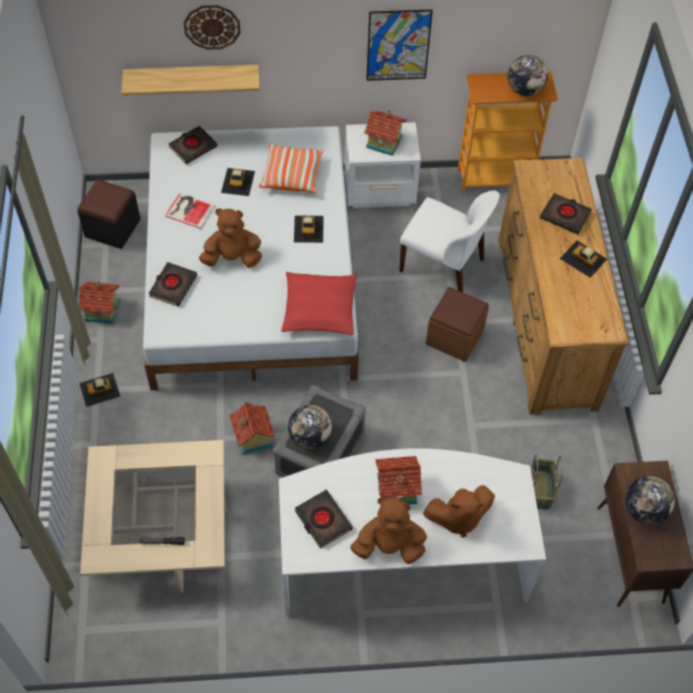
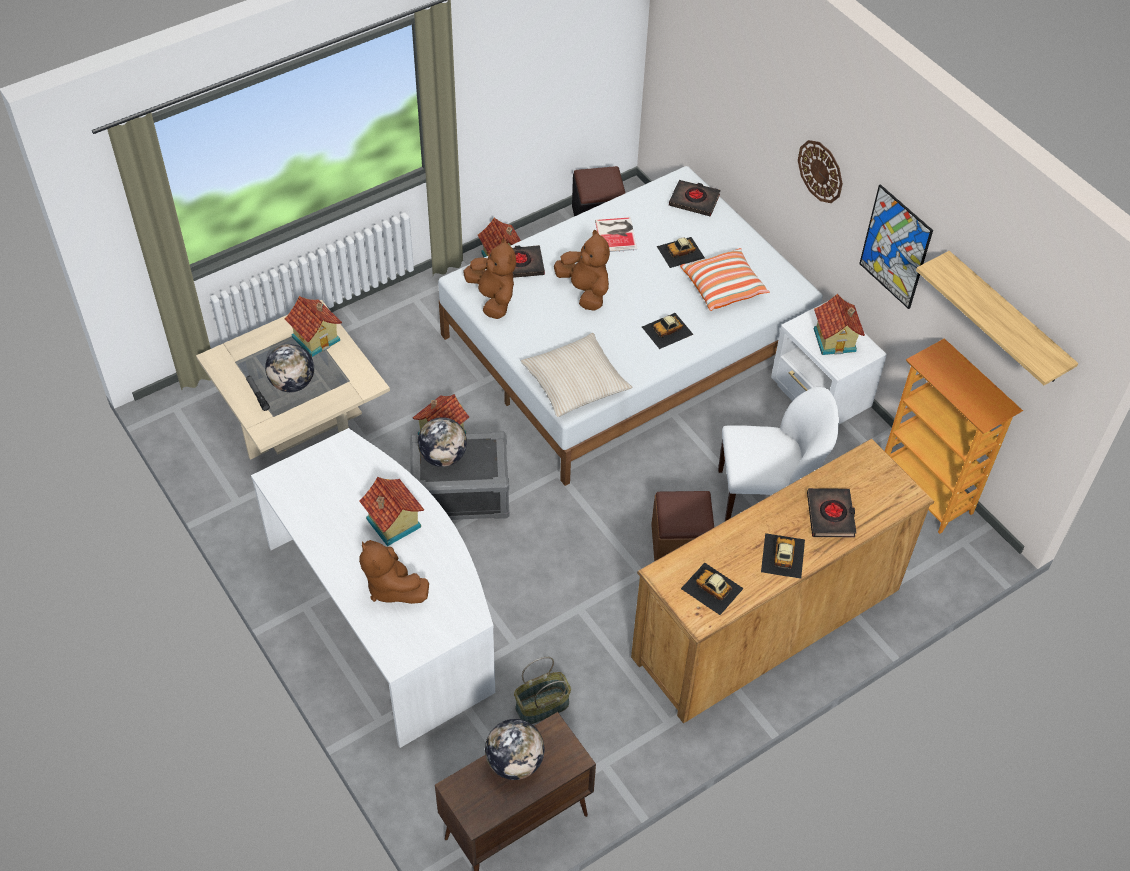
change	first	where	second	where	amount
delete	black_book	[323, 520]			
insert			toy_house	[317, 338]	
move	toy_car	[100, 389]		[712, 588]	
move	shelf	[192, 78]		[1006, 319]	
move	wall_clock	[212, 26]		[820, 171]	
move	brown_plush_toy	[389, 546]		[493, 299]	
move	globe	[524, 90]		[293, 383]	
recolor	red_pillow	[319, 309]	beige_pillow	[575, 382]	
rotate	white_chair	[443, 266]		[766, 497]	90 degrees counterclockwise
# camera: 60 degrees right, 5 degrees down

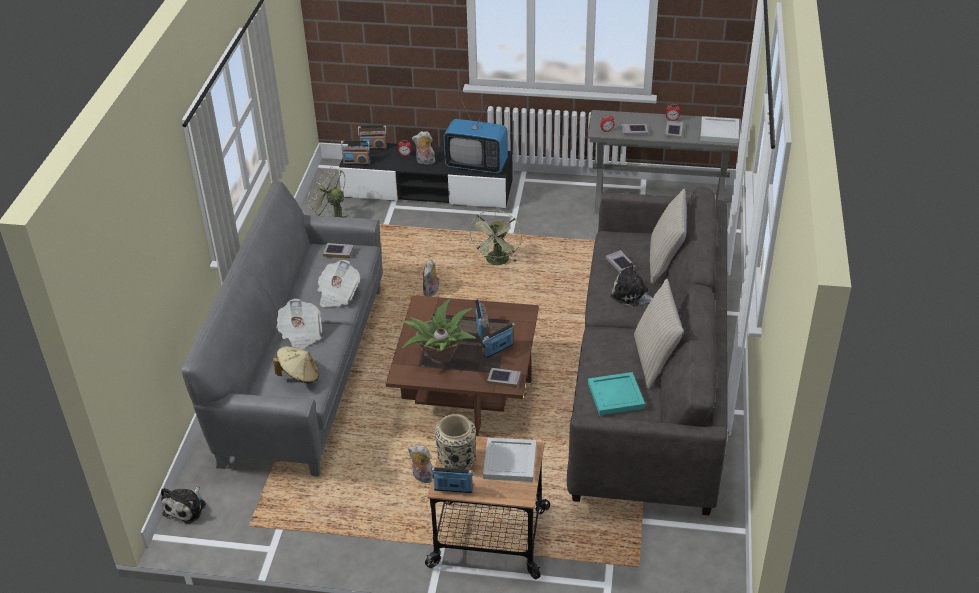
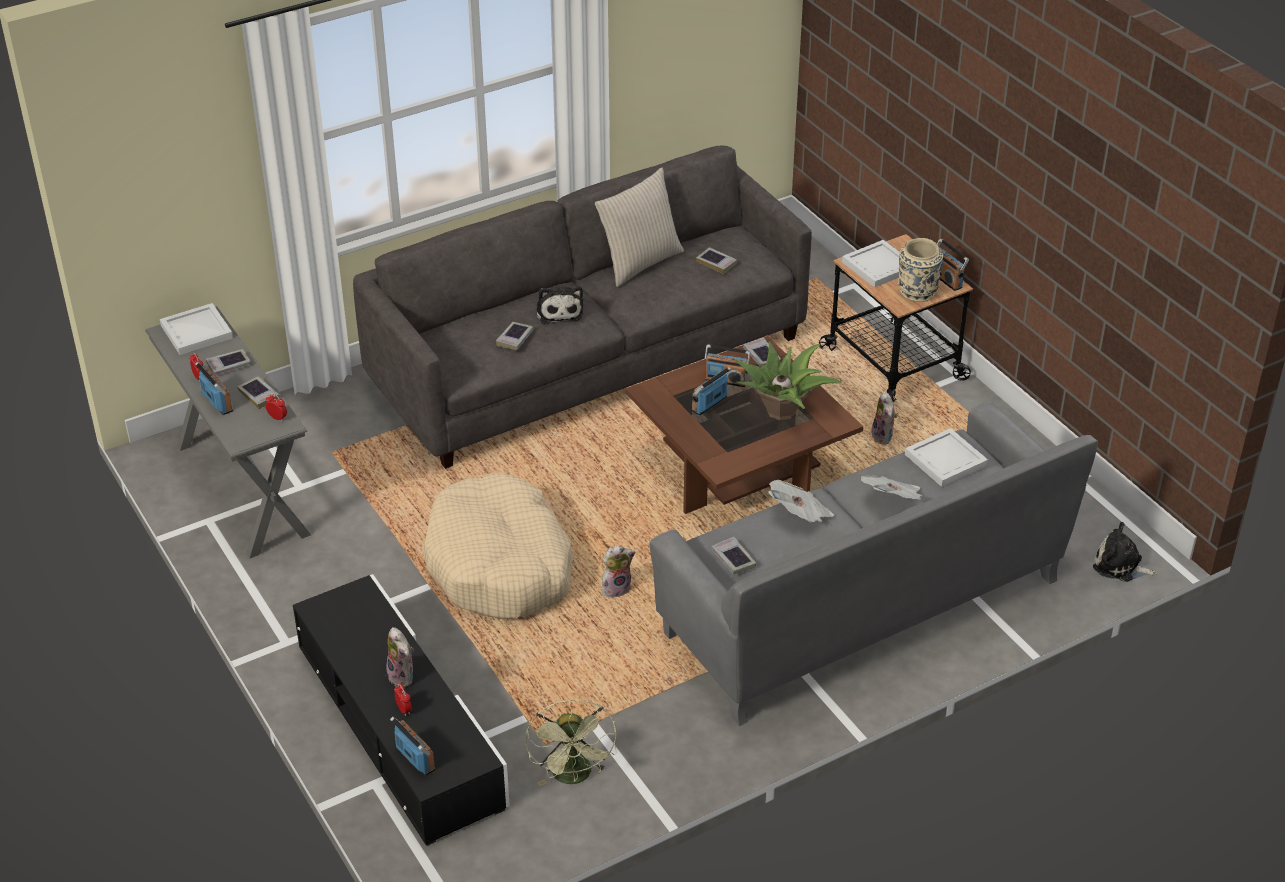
change	first	where	second	where	amount
delete	television	[476, 165]			
delete	beige_pillow	[665, 262]			
move	radio	[356, 162]		[217, 402]	
replace	beige_hat	[299, 375]	white_tray	[945, 461]	
replace	green_fan	[497, 262]	beige_dog_bed	[500, 565]	
replace	turquoise_tray	[615, 395]	book	[716, 263]	
rotate	plush_toy	[186, 507]		[1120, 565]	135 degrees counterclockwise
# camera: 130 degrees left, 0 degrees up

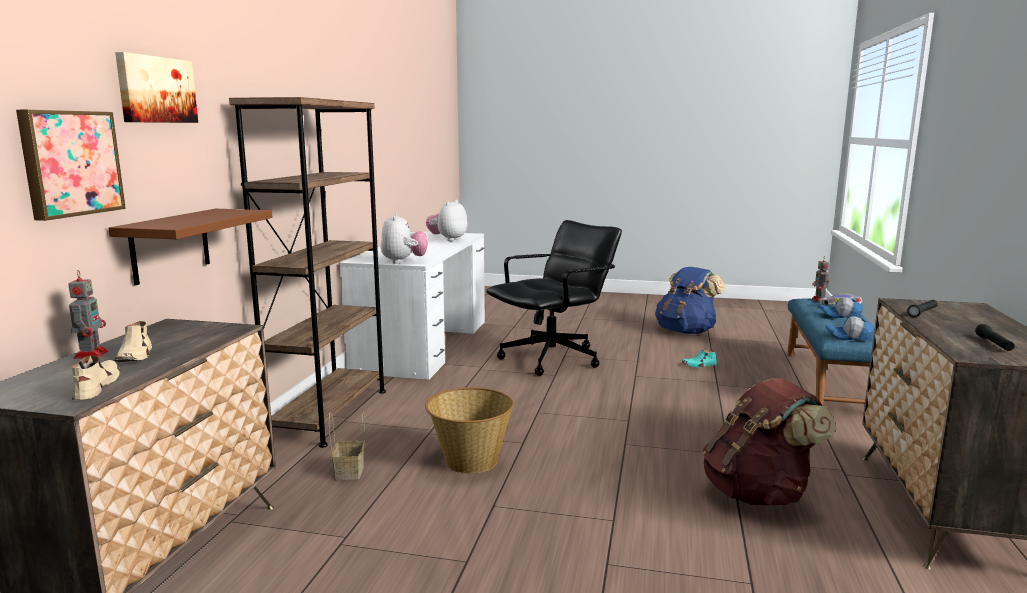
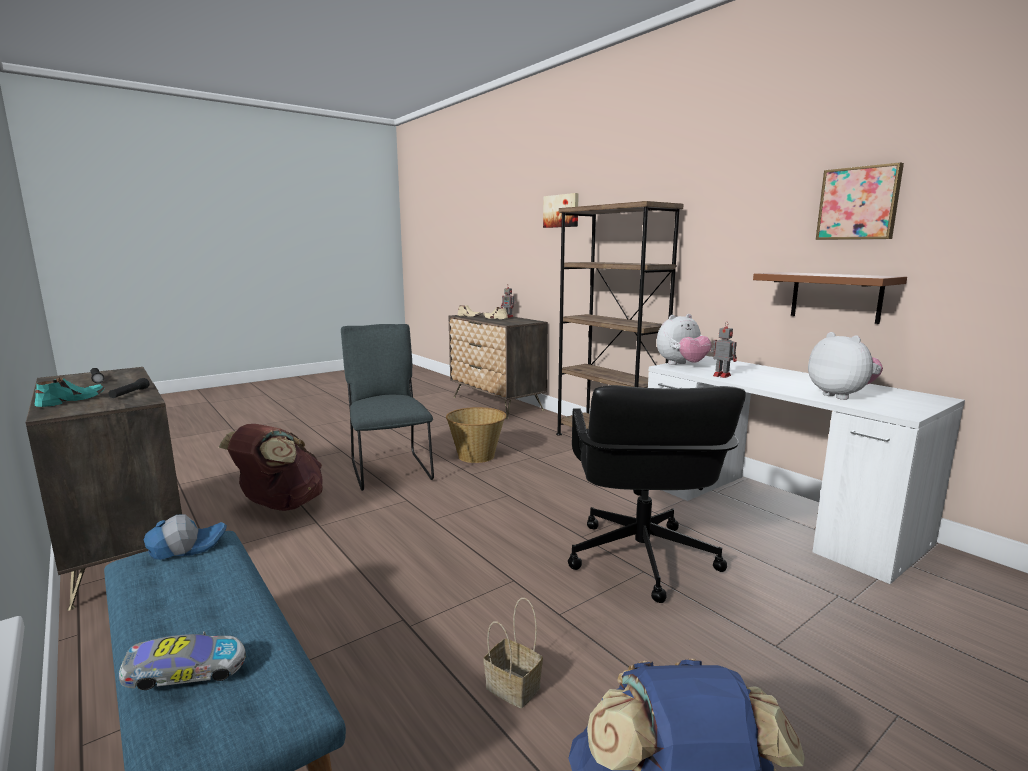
change	first	where	second	where	amount
delete	cap	[840, 315]			
insert			grey_chair	[389, 469]	
move	picture	[70, 163]		[859, 203]	
move	brown_shelf	[170, 245]		[835, 297]	
move	basket	[349, 472]		[511, 687]	
move	turquoise_shoe	[699, 365]		[71, 401]	
move	toy_robot	[820, 300]		[721, 375]	
rotate	plush_toy	[404, 261]		[681, 365]	60 degrees counterclockwise
# camera: 130 degrees right, 0 degrees up

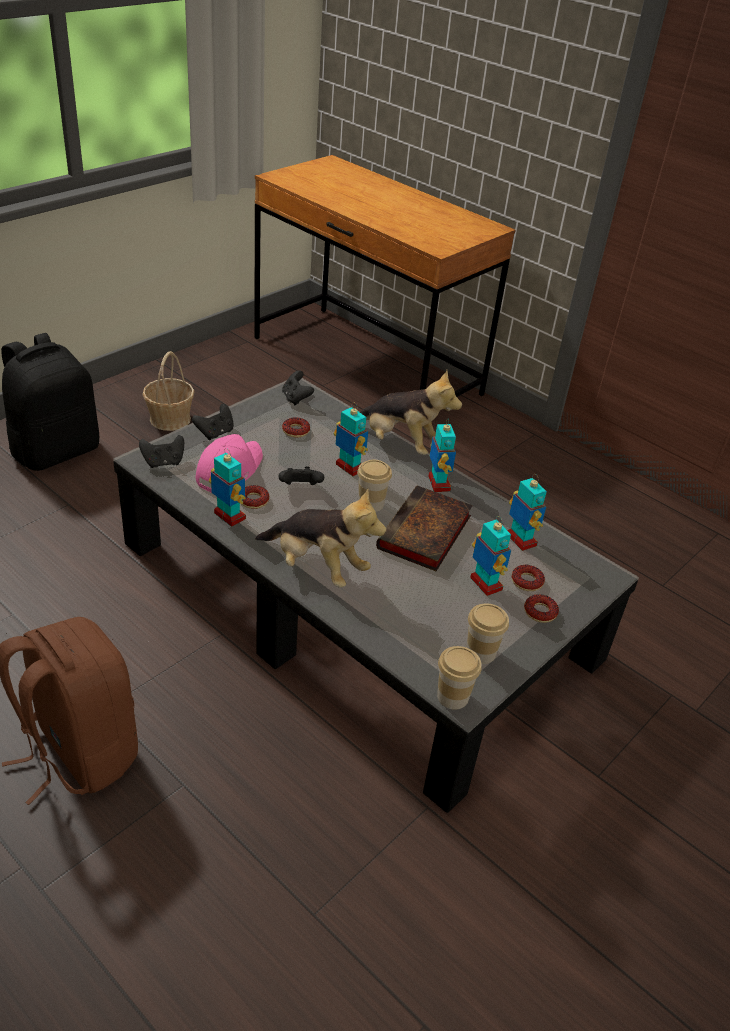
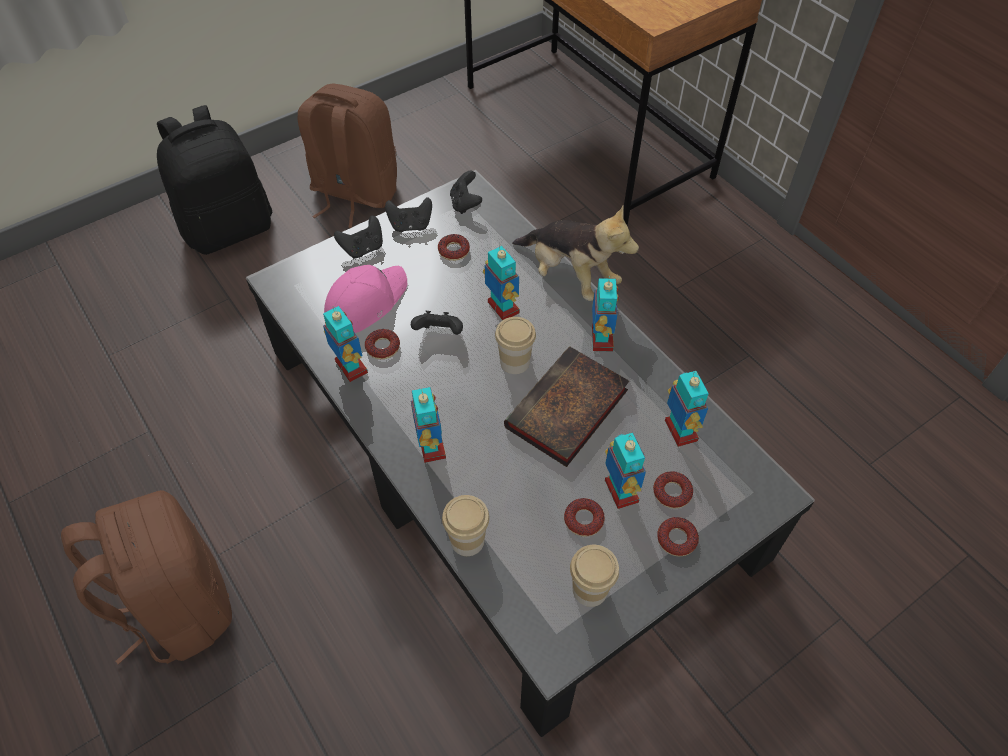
change	first	where	second	where	amount
insert			donut	[583, 520]	
move	black_game_controller	[163, 462]		[410, 225]	
move	cup	[452, 696]		[467, 540]	
replace	basket	[169, 419]	brown_backpack	[354, 194]	
replace	plush_toy	[317, 566]	toy_robot	[431, 447]	
# camera: 15 degrees right, 15 degrees up

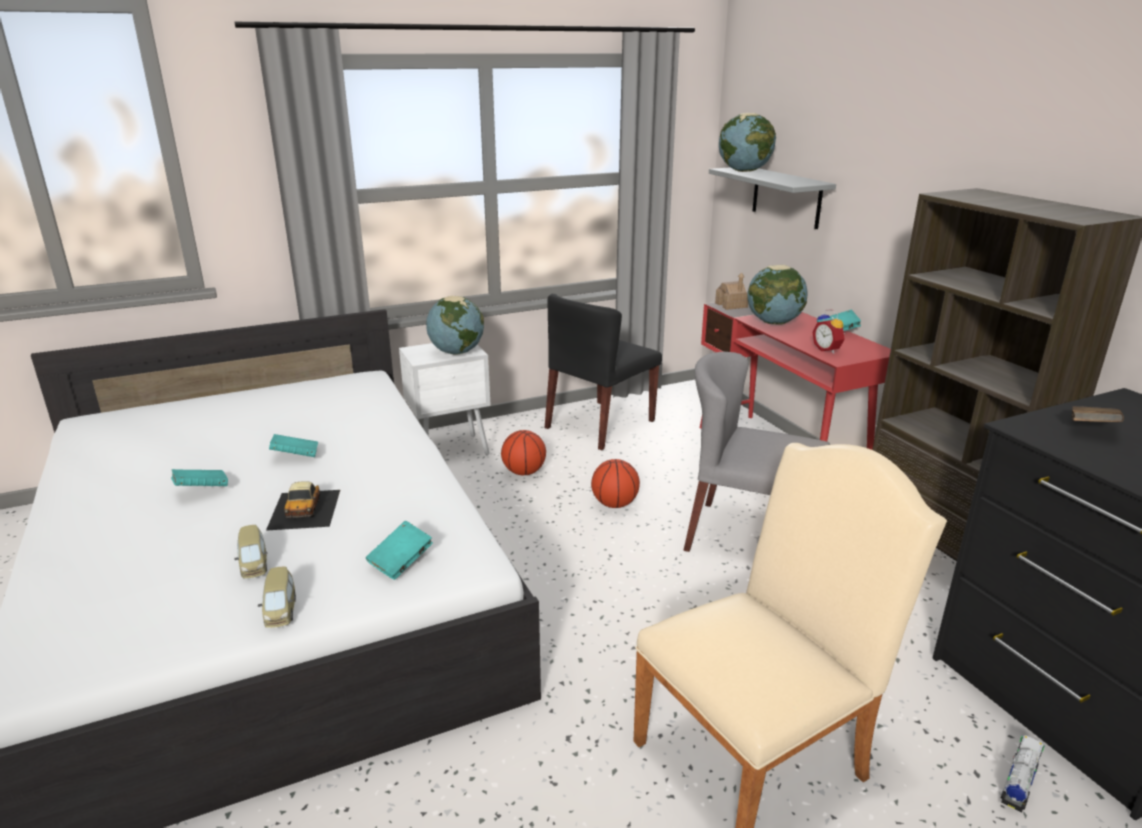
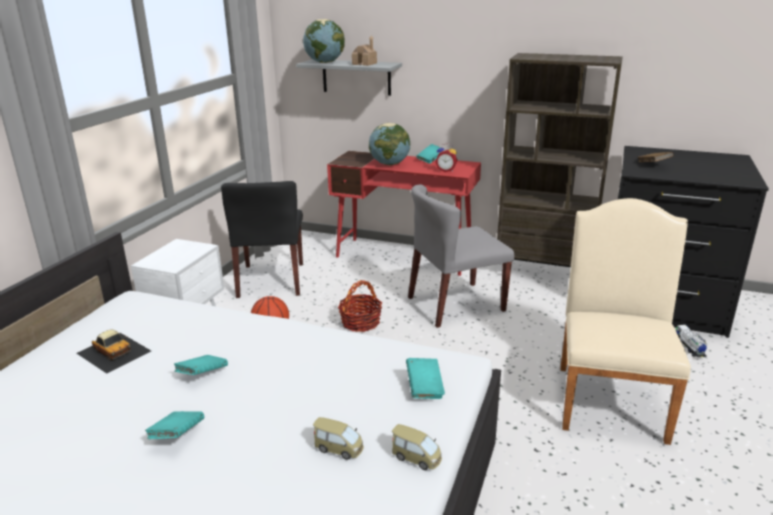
change	first	where	second	where	amount
delete	globe	[456, 352]			
move	toy_car	[305, 509]		[114, 351]	
move	toy_house	[731, 305]		[364, 64]	
replace	basketball	[614, 504]	basket	[360, 322]	
# camera: 45 degrees left, 0 degrees up

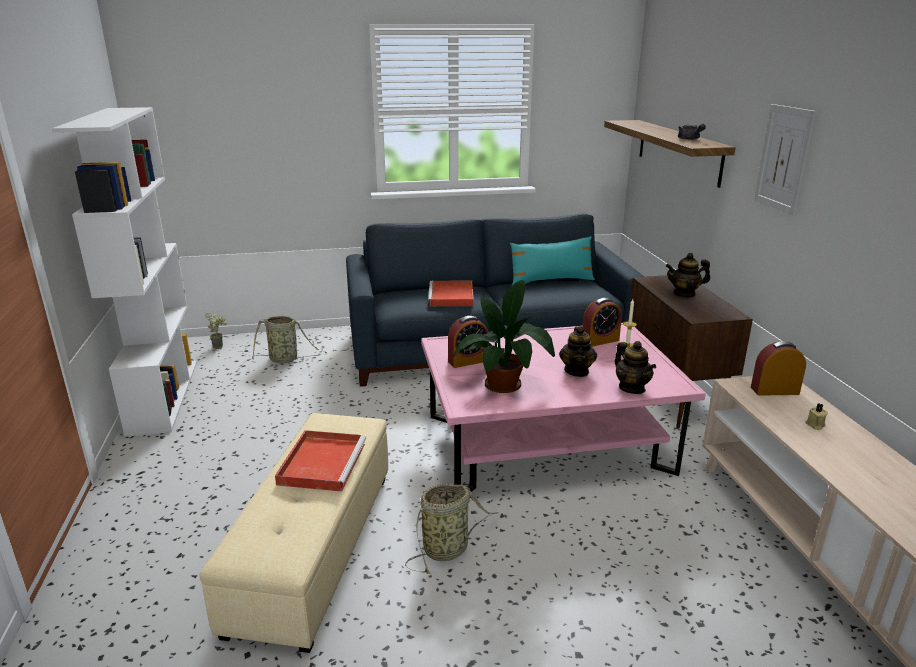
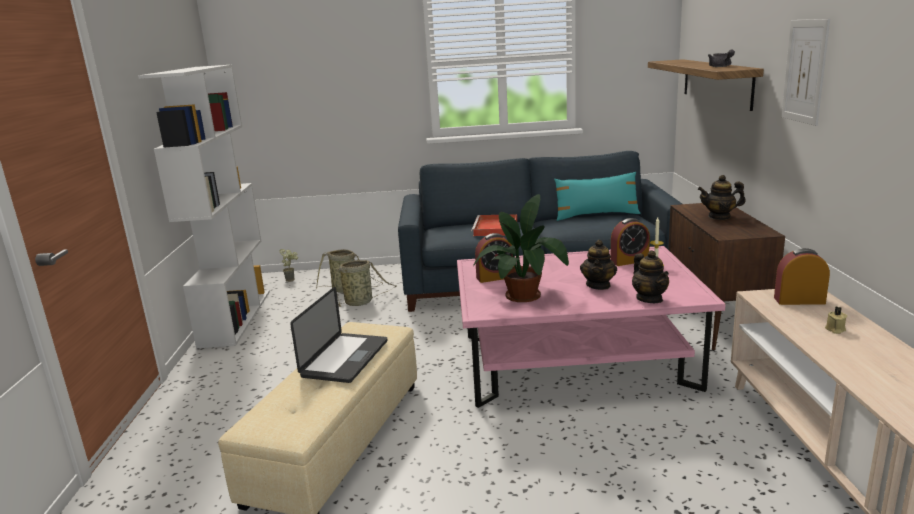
change	first	where	second	where	amount
move	basket	[448, 549]		[361, 302]	
replace	red_tray	[322, 462]	laptop	[345, 359]	
# camera: 10 degrees right, 5 degrees down

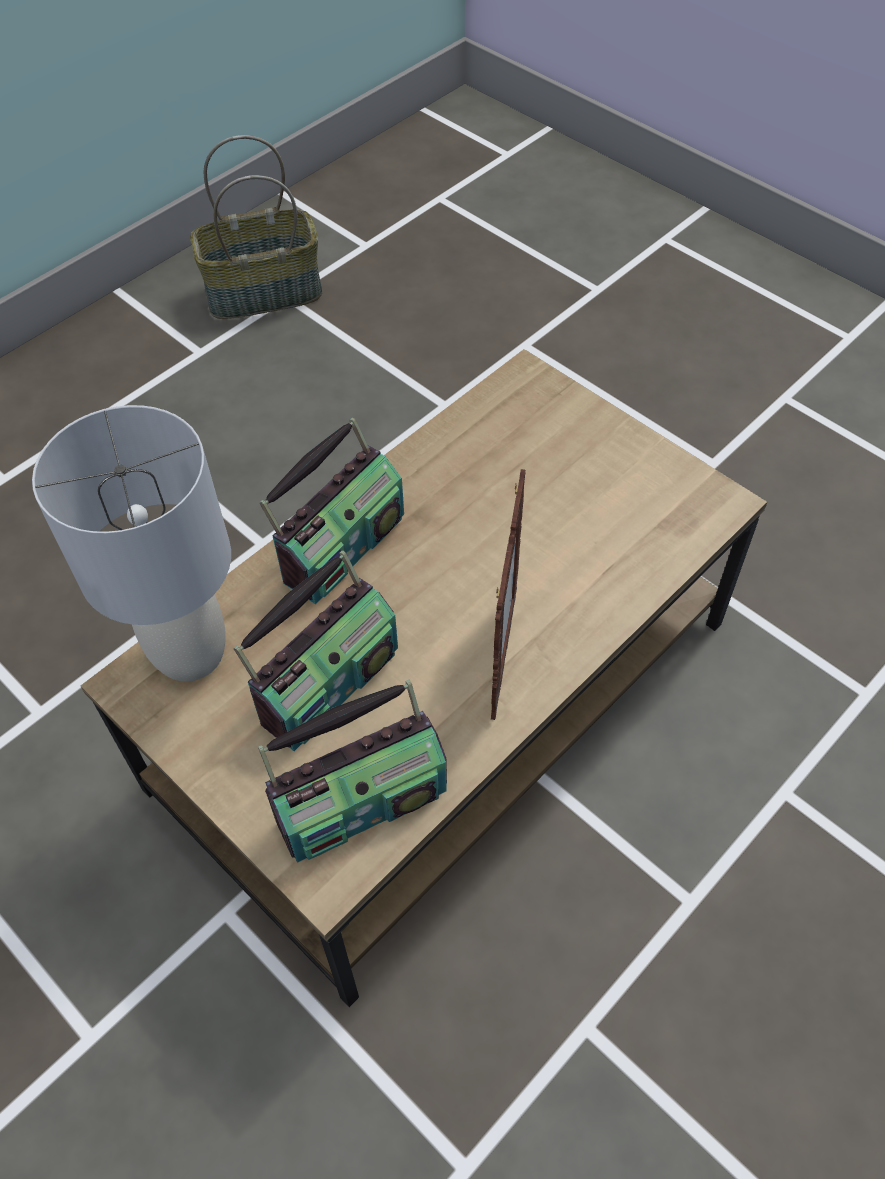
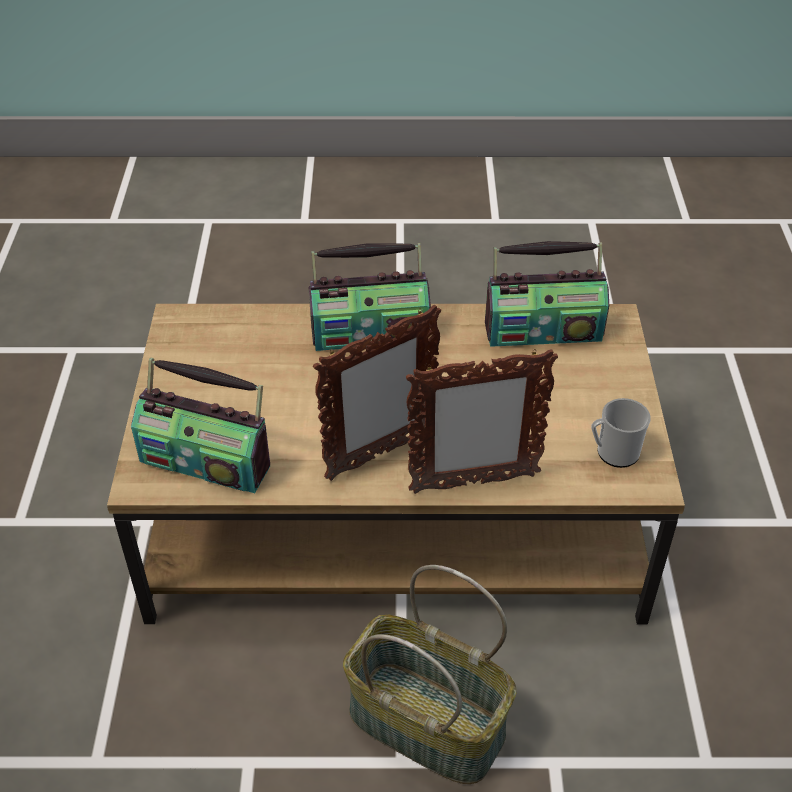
change	first	where	second	where	amount
delete	grey_table_lamp	[191, 652]			
insert			picture_frame	[473, 483]	
insert			mug	[613, 453]	
move	basket	[263, 294]		[424, 724]	
move	radio	[327, 683]		[542, 330]	
# camera: 45 degrees right, 10 degrees down

